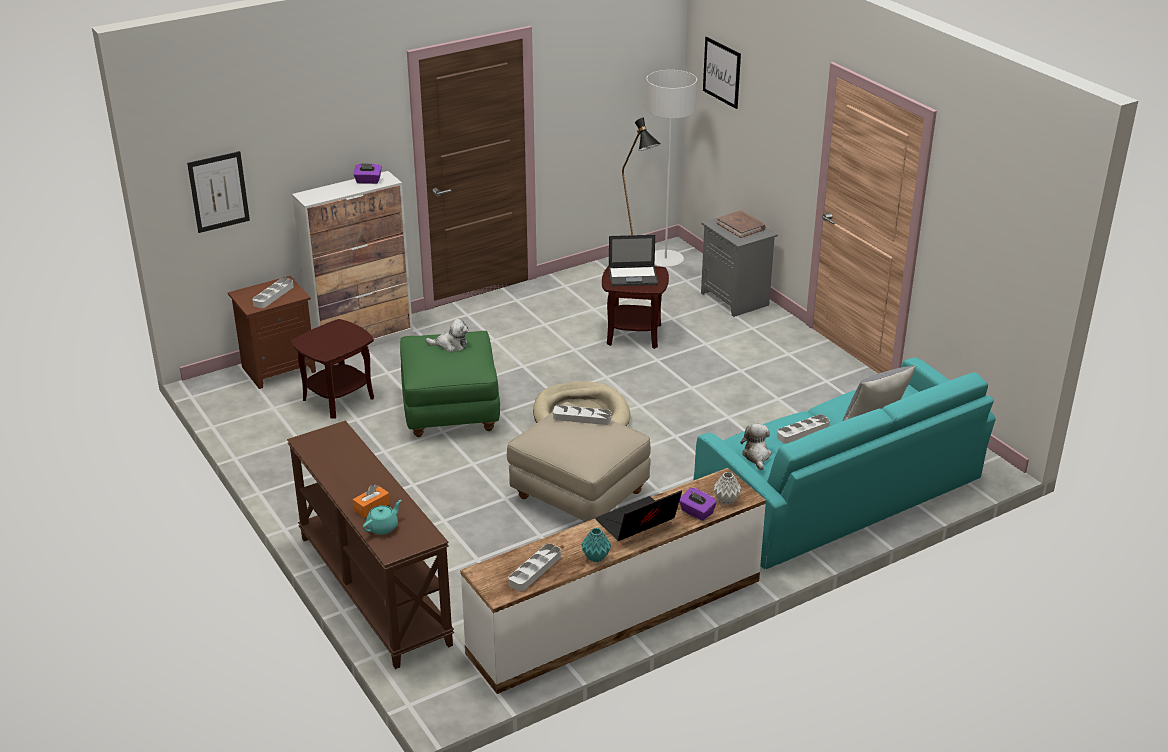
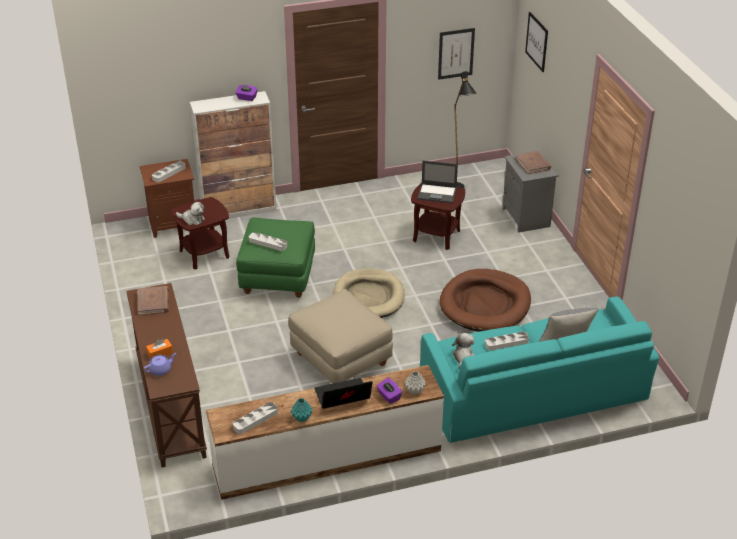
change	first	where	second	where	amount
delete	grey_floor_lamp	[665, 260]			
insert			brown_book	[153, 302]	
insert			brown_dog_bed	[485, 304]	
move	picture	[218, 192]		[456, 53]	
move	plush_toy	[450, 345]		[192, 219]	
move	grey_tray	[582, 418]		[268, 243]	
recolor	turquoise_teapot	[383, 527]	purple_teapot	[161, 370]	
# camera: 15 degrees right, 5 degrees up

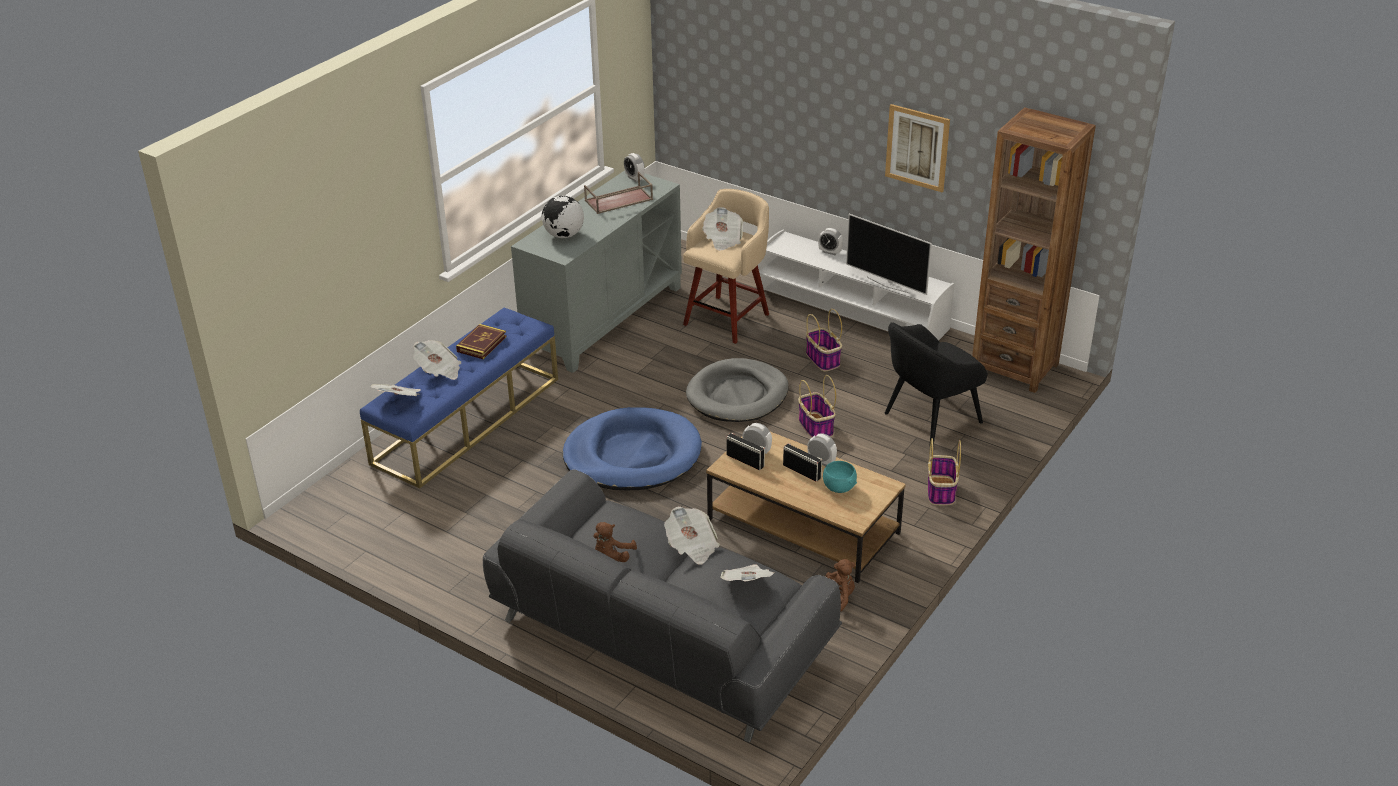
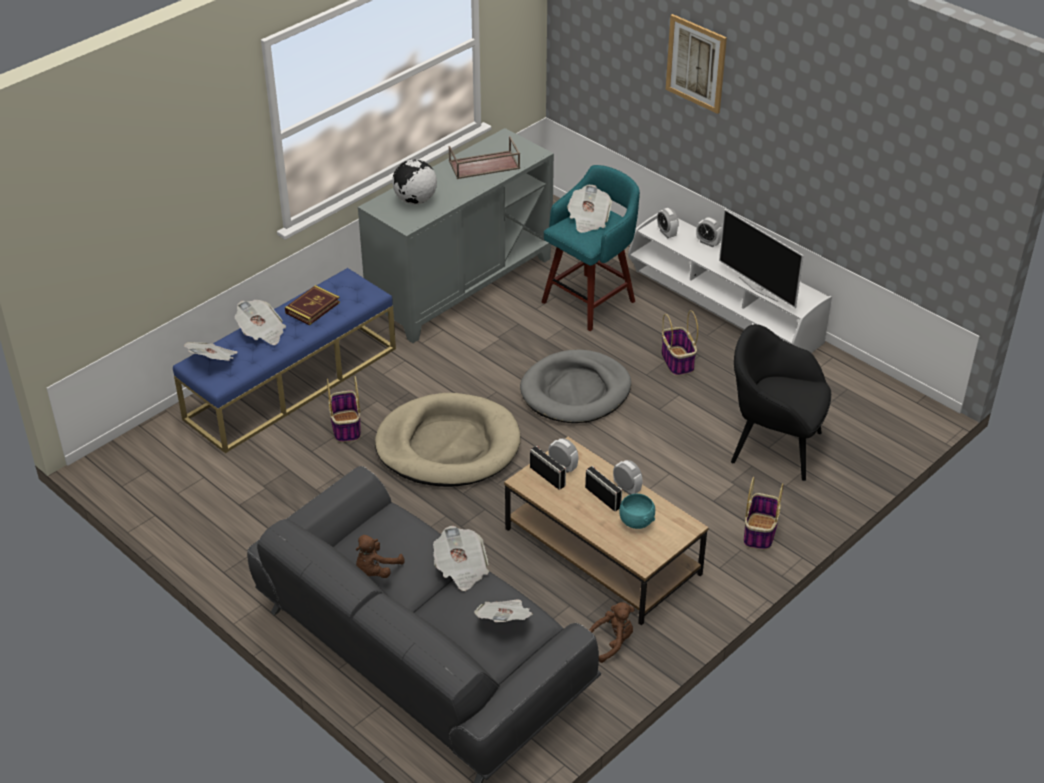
change	first	where	second	where	amount
delete	brown_bookcase	[1014, 367]			
move	alarm_clock	[634, 178]		[666, 233]	
move	basket	[815, 426]		[346, 426]	
move	picture	[917, 147]		[696, 63]	
recolor	blue_dog_bed	[632, 455]	beige_dog_bed	[448, 445]	
recolor	beige_stool	[728, 318]	turquoise_stool	[590, 300]	
rotate	black_armchair	[931, 419]		[773, 446]	45 degrees clockwise
# camera: 10 degrees right, 5 degrees up

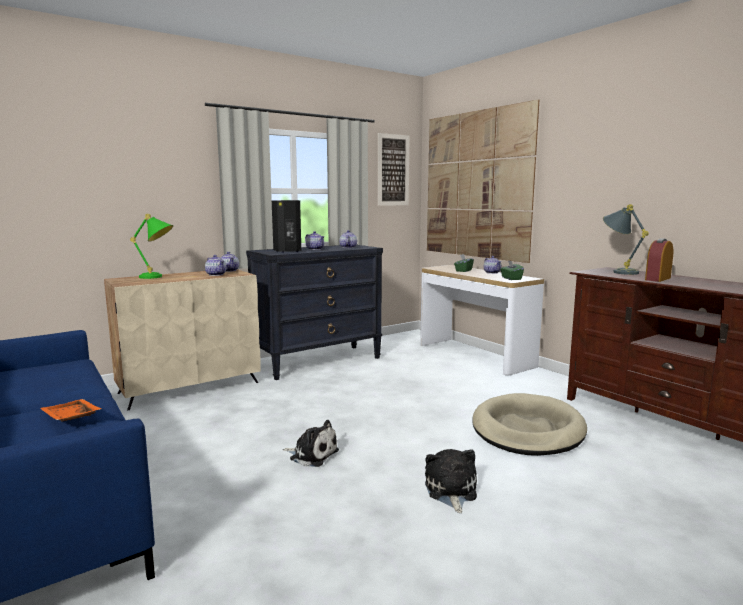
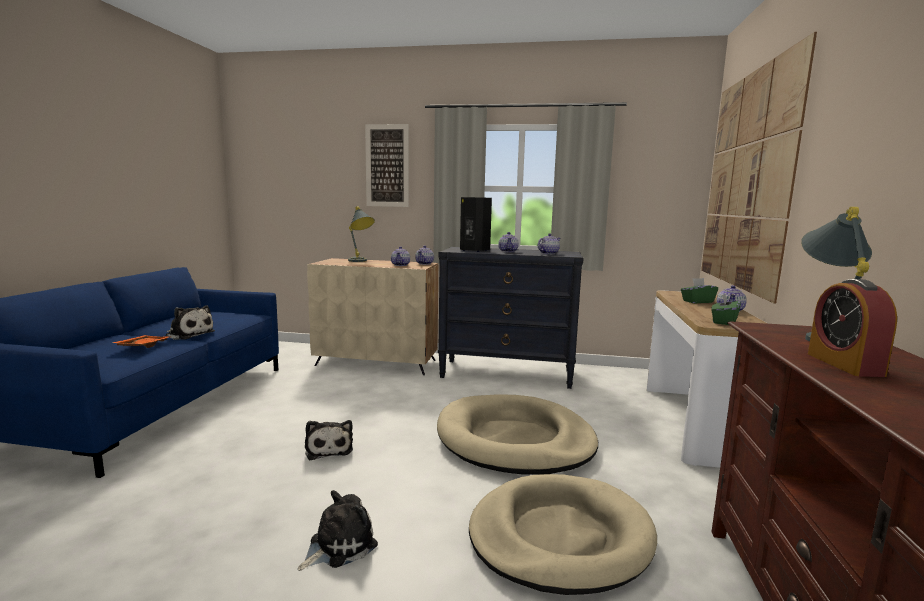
change	first	where	second	where	amount
insert			plush_toy	[189, 334]	
insert			beige_dog_bed	[514, 440]	
move	picture	[393, 170]		[387, 166]	
recolor	green_table_lamp	[158, 277]	grey_table_lamp	[360, 261]	
rotate	alarm_clock	[657, 279]		[844, 364]	90 degrees counterclockwise
# camera: 45 degrees right, 0 degrees up

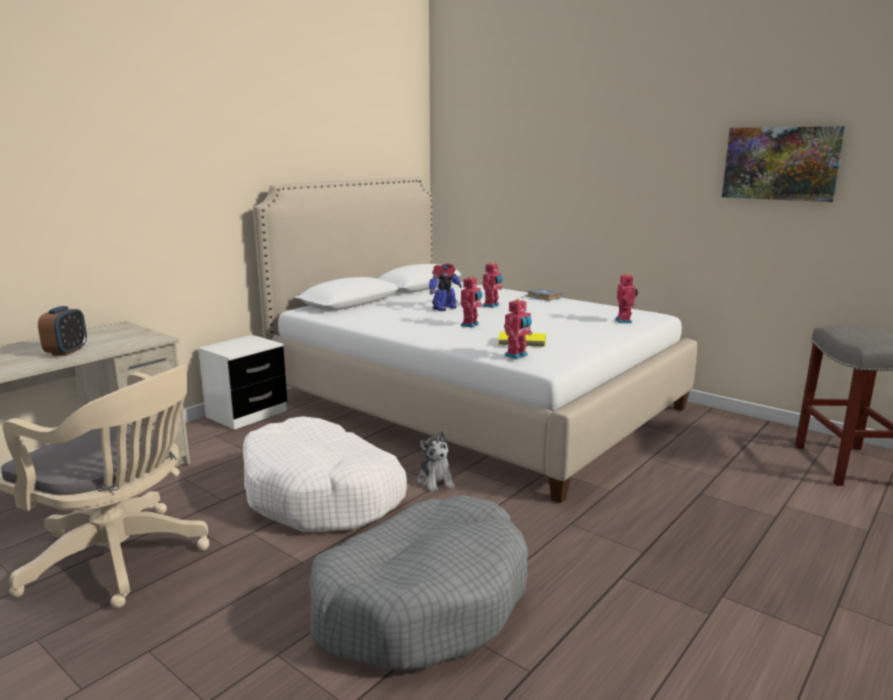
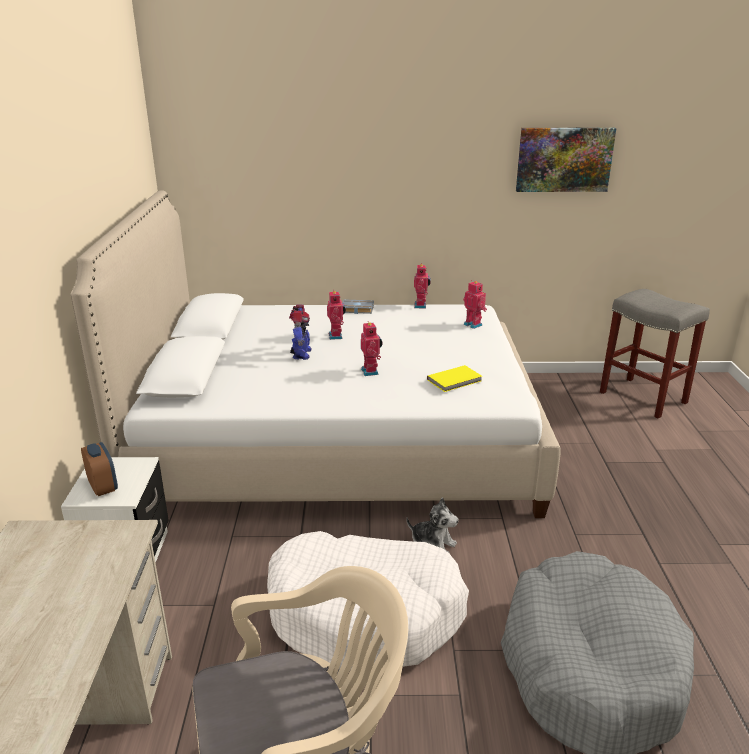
change	first	where	second	where	amount
move	alarm_clock	[67, 352]		[103, 487]	
move	toy_robot	[517, 356]		[421, 306]	
# camera: 40 degrees left, 10 degrees up

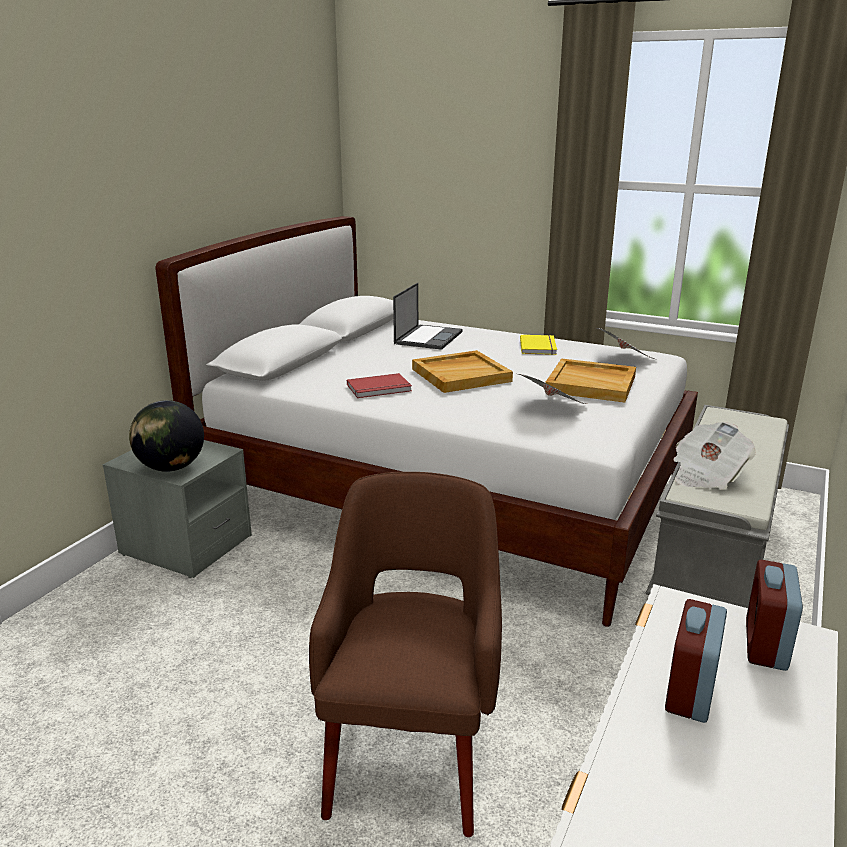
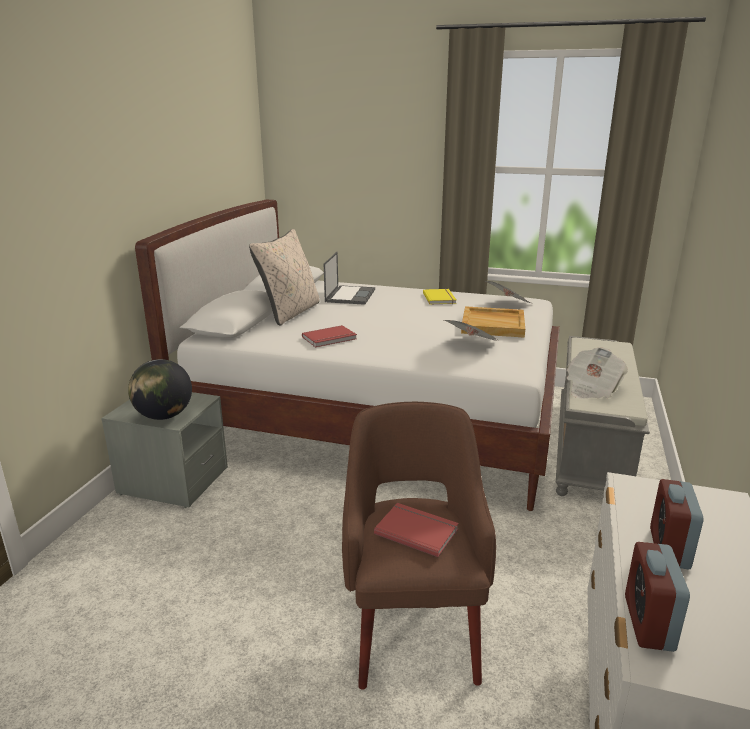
change	first	where	second	where	amount
delete	beige_tray	[461, 375]			
insert			beige_pillow	[290, 312]	
insert			red_book	[417, 530]	
move	alarm_clock	[765, 645]		[648, 623]	
# camera: 10 degrees left, 0 degrees up

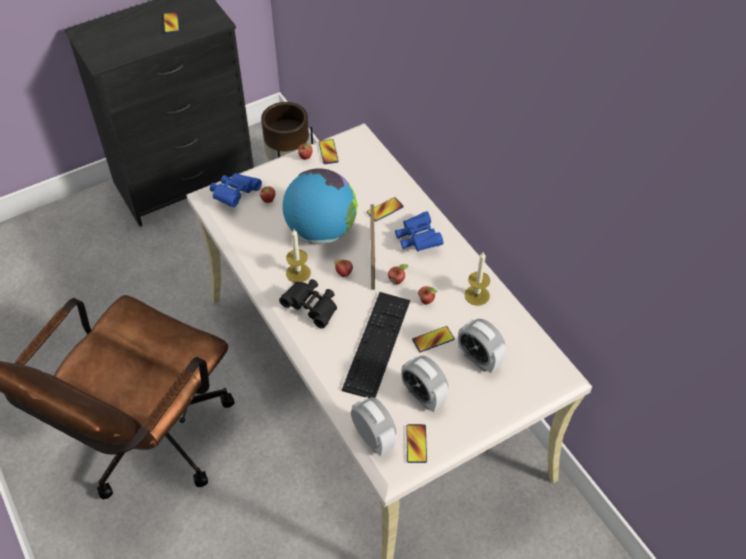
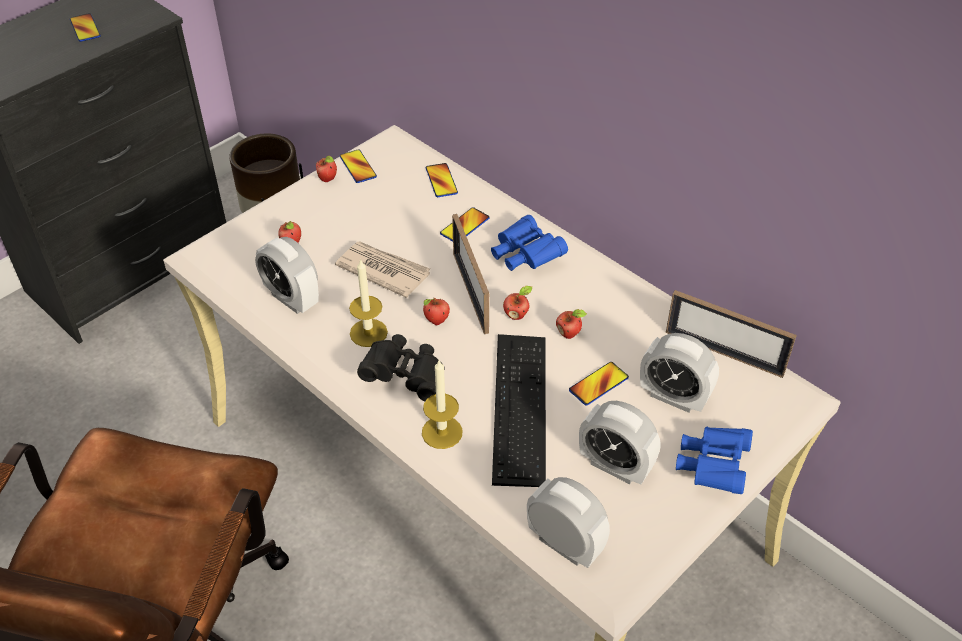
change	first	where	second	where	amount
insert			alarm_clock	[292, 299]	
insert			picture_frame	[723, 353]	
move	blue_binoculars	[234, 195]		[712, 467]	
move	phone	[416, 444]		[441, 181]	
move	candle	[477, 295]		[442, 432]	
replace	globe	[321, 231]	newspaper	[383, 270]	
# camera: 15 degrees left, 5 degrees down

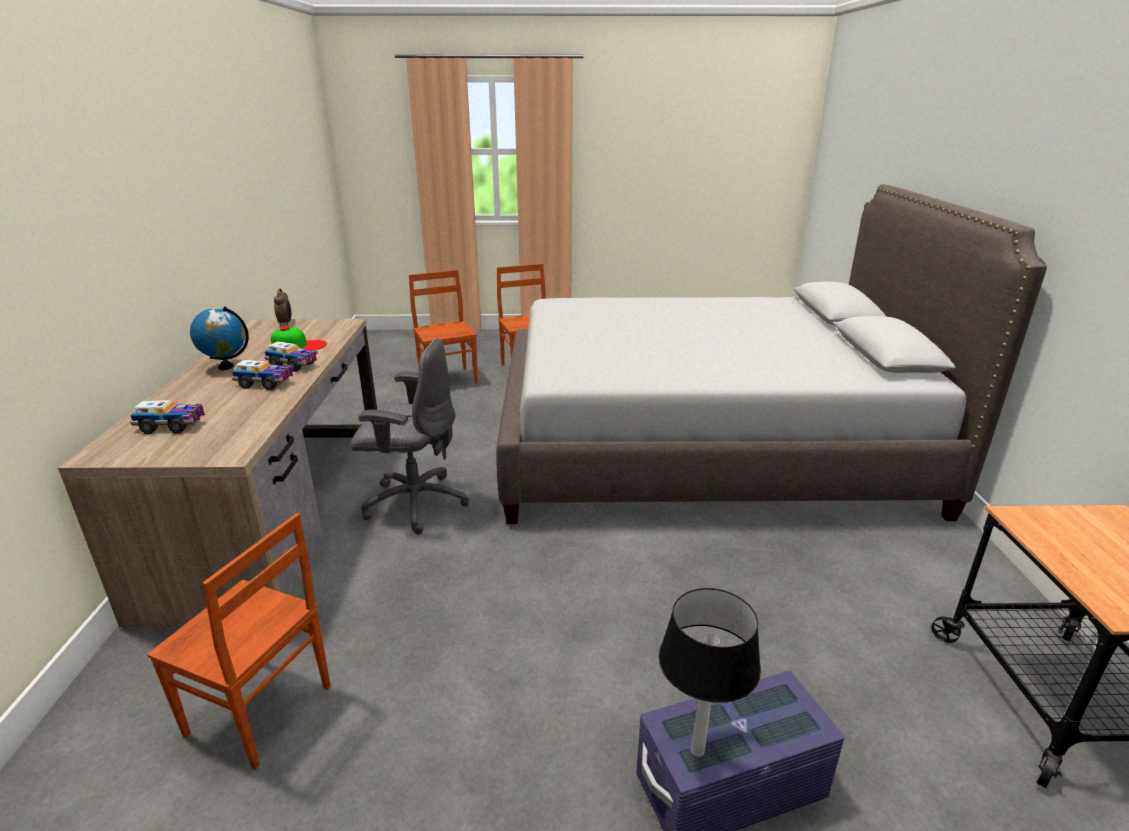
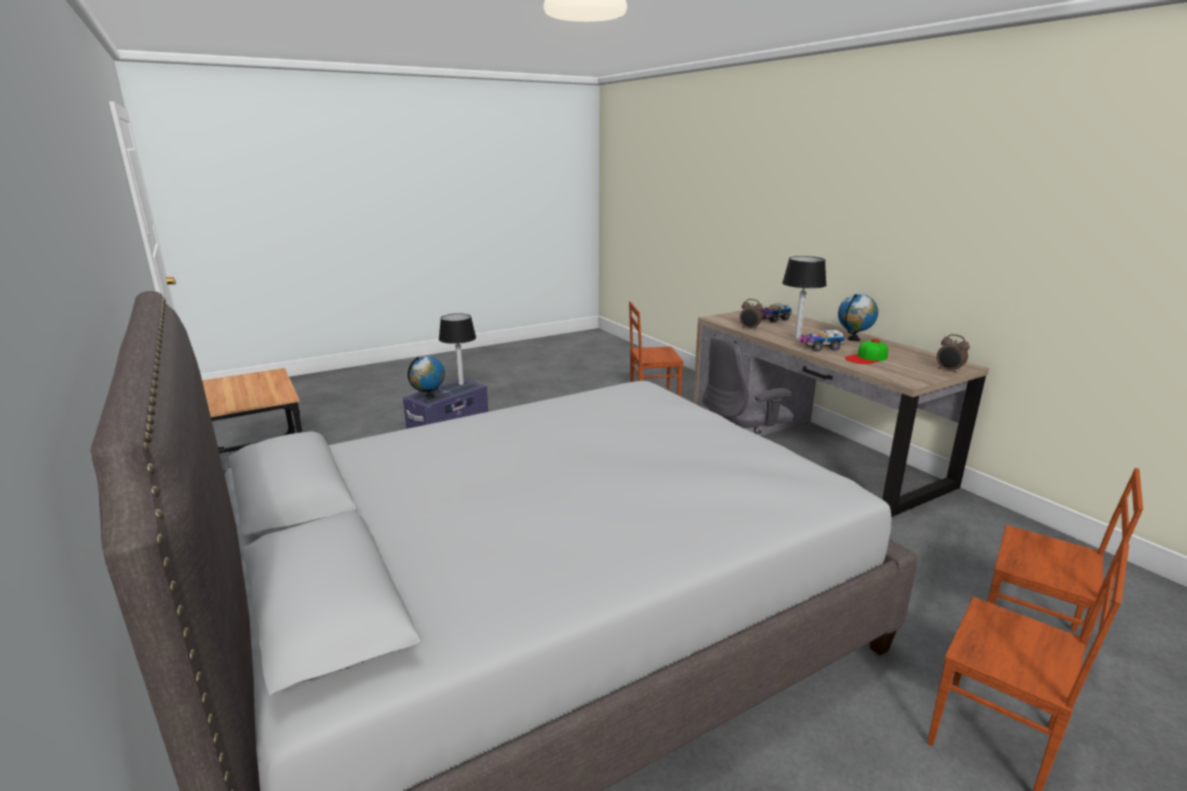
change	first	where	second	where	amount
insert			globe	[429, 396]	
insert			alarm_clock	[749, 328]	
replace	toy_truck	[265, 384]	table_lamp	[798, 338]	
# camera: 150 degrees right, 5 degrees down

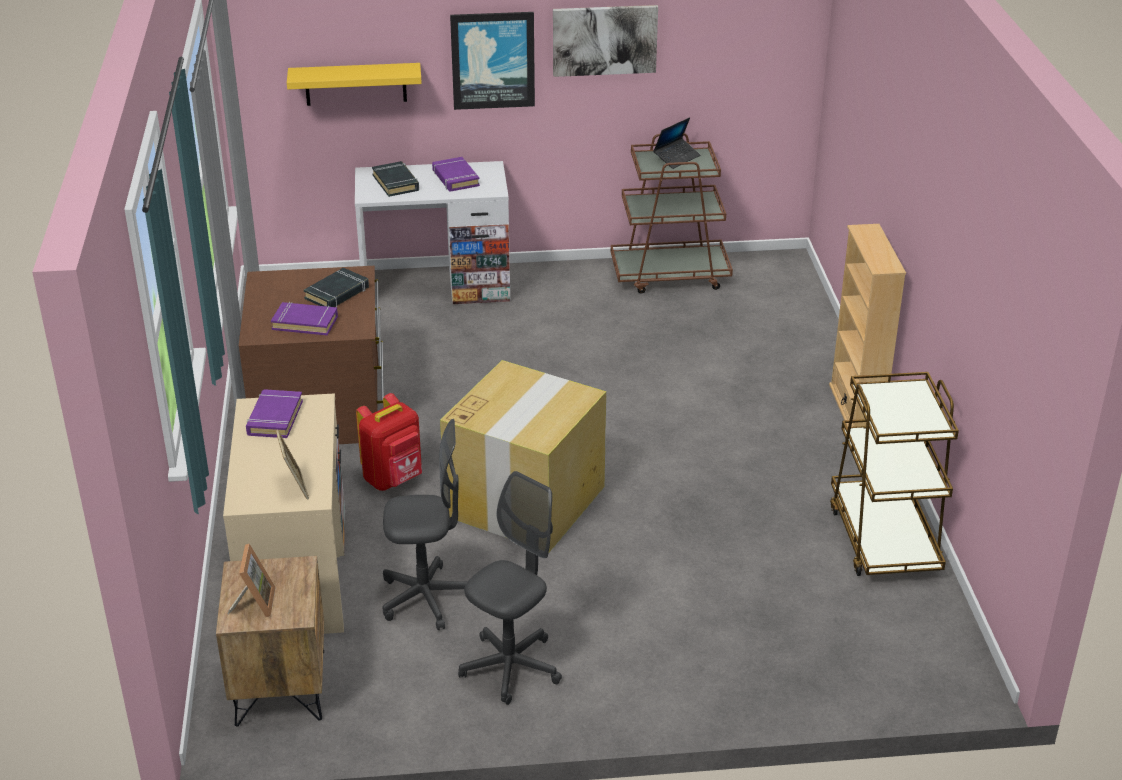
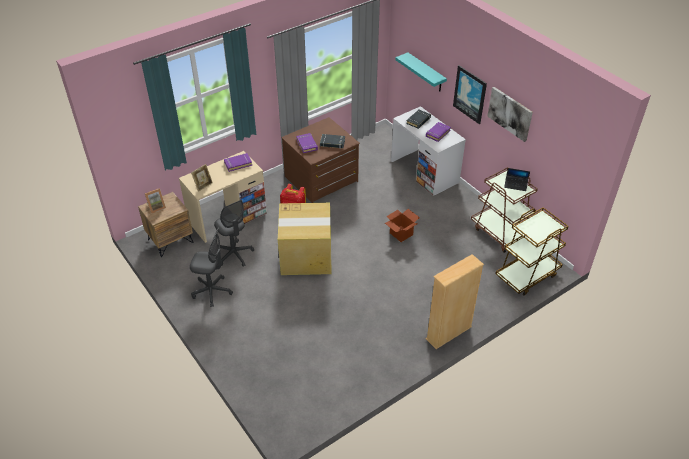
change	first	where	second	where	amount
insert			cardboard_box	[401, 234]	
move	brown_cart	[884, 538]		[527, 275]	
recolor	yellow_shelf	[355, 84]	turquoise_shelf	[426, 73]	
# camera: 60 degrees right, 10 degrees up

